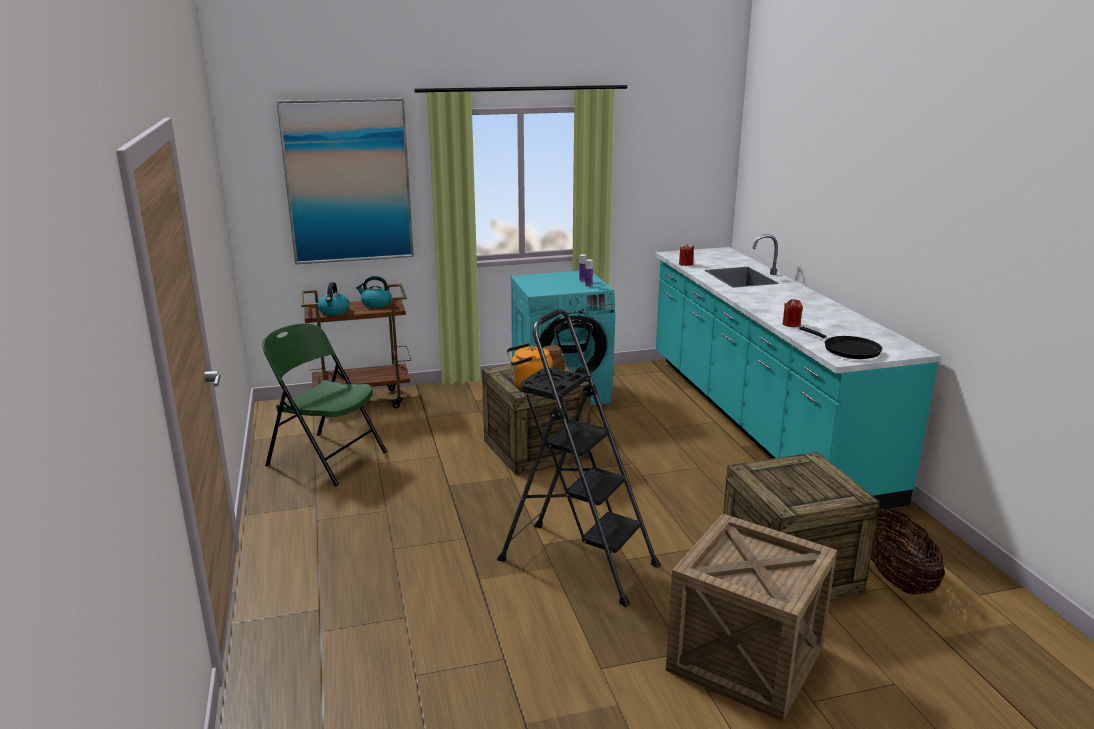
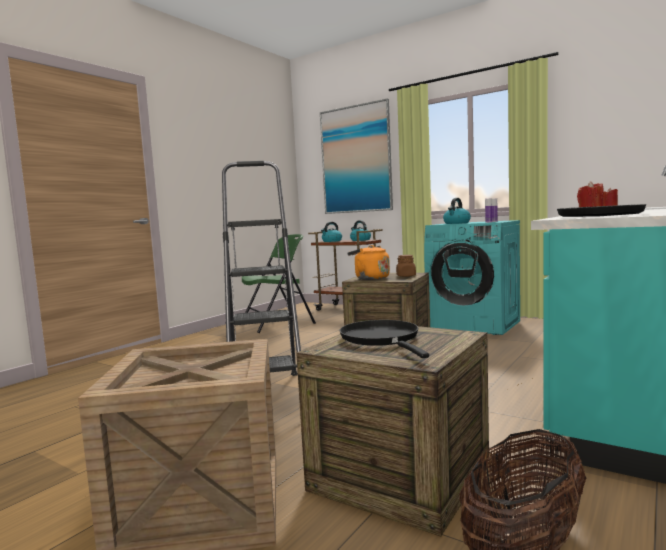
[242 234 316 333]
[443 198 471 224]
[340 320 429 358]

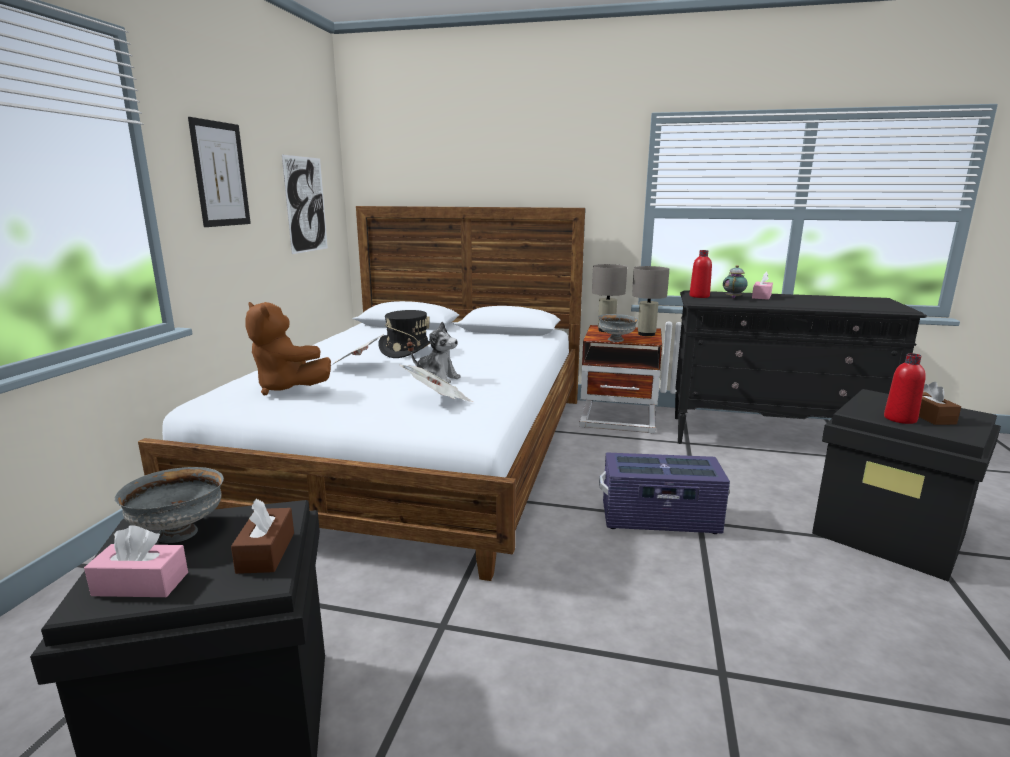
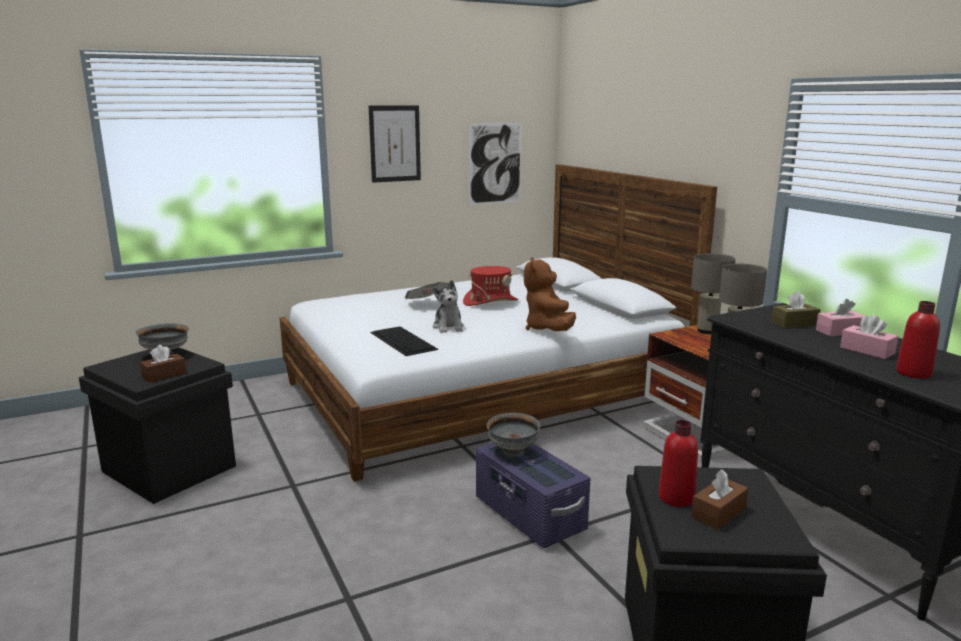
[896 301 940 379]
[771 291 821 328]
[524 257 576 331]
[463 266 518 306]
[487 413 540 457]
[370 327 438 356]
[840 314 899 359]

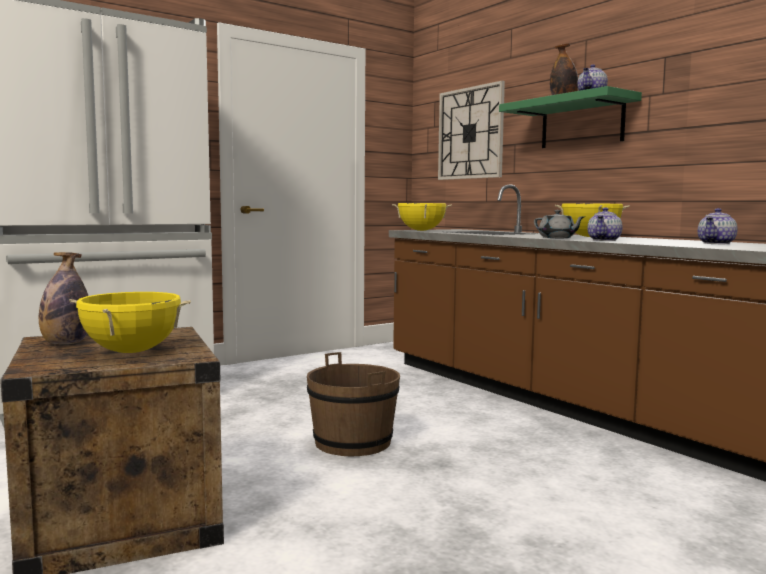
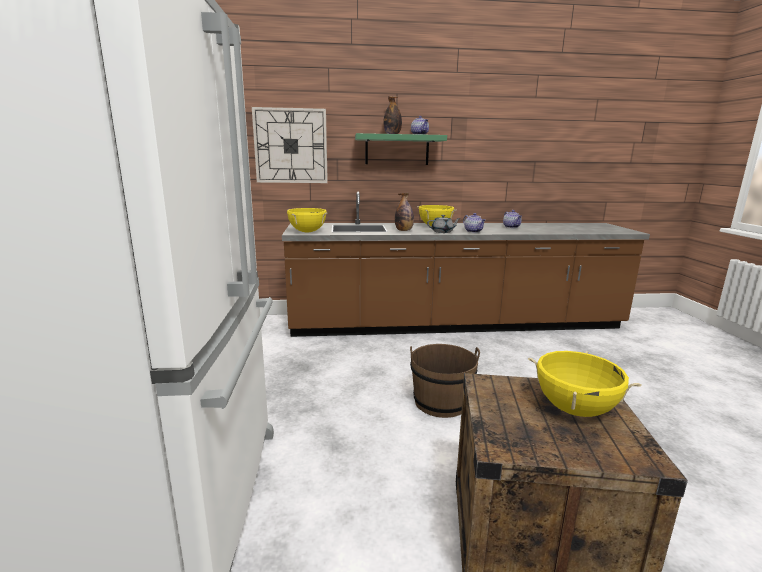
[395 193 414 231]

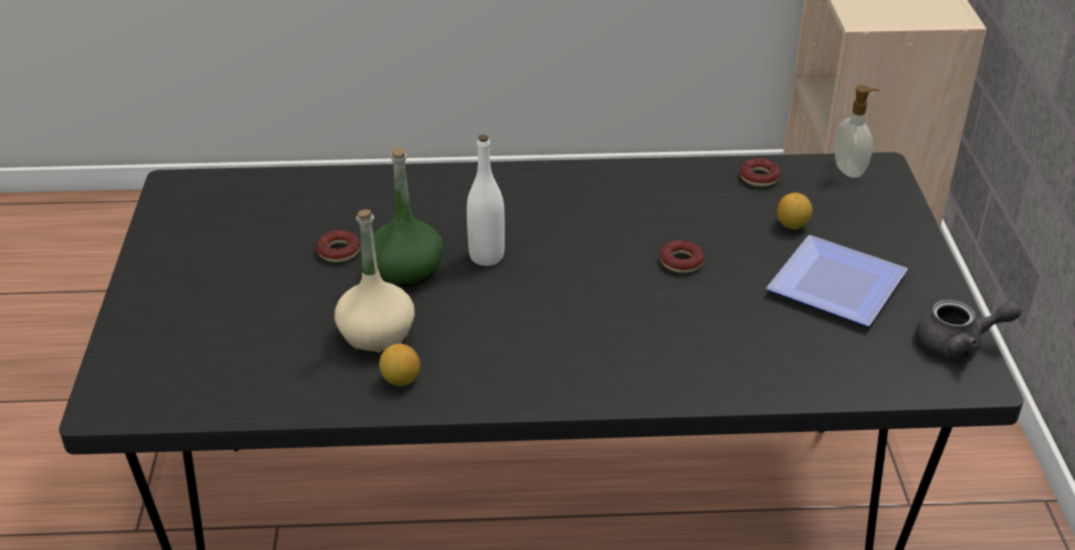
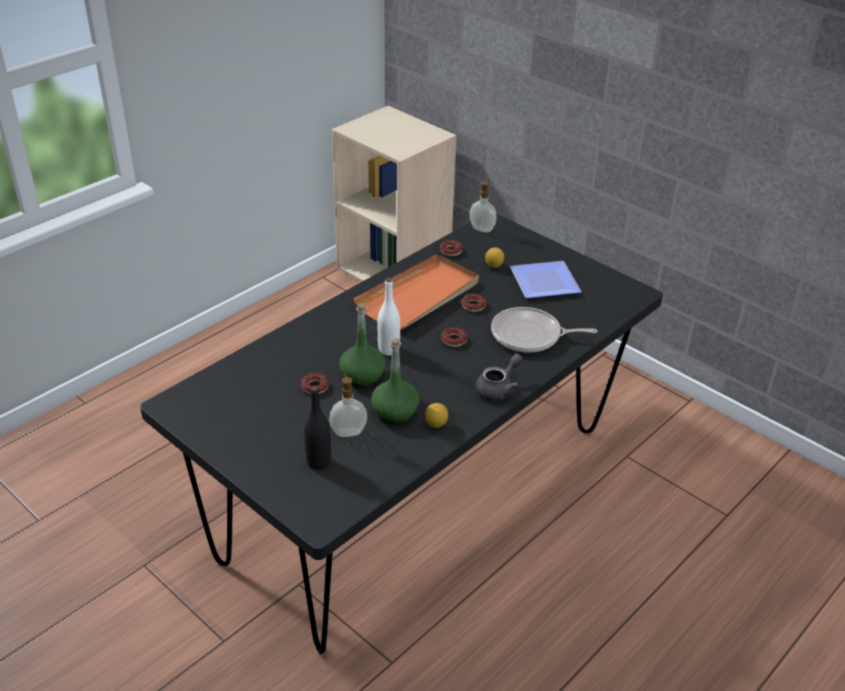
[371 338 420 424]
[475 354 523 401]
[353 254 479 330]
[491 307 597 353]
[441 327 468 347]
[329 374 367 437]
[304 386 331 470]

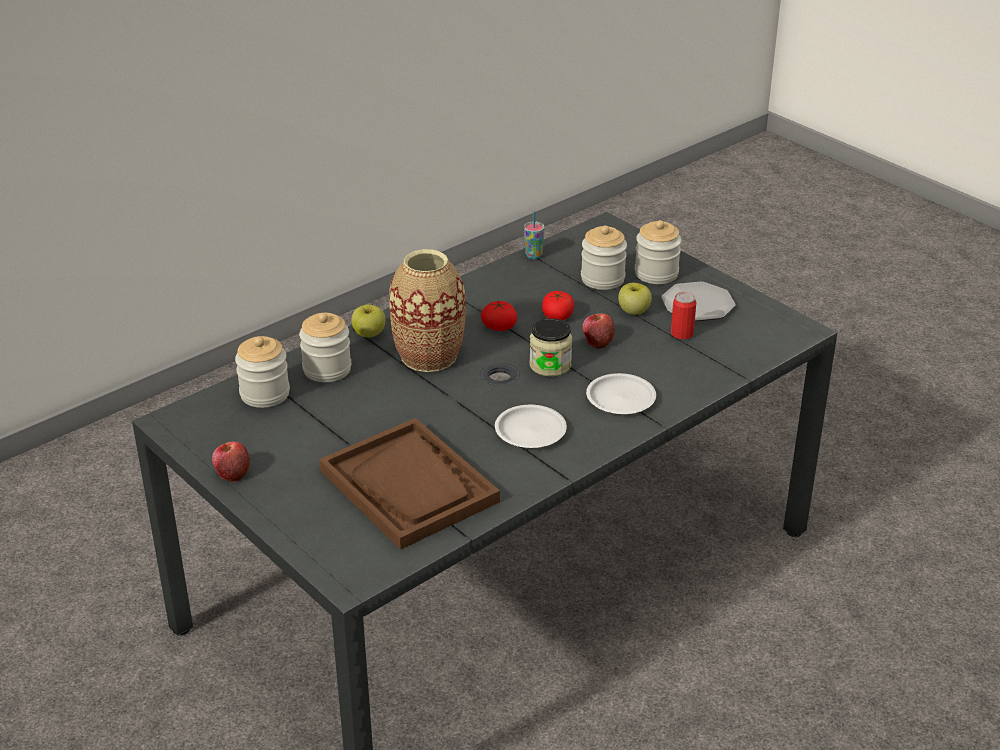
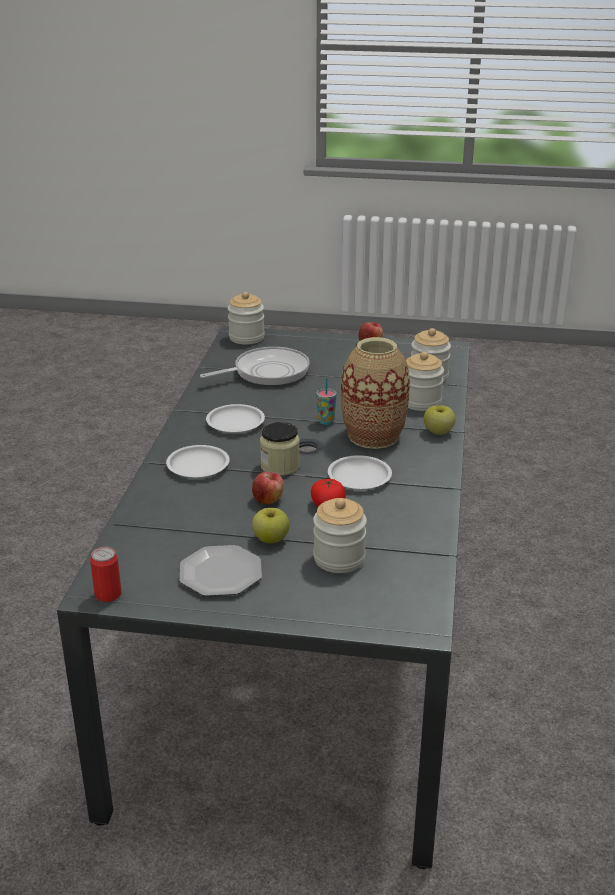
[316 378 337 425]
[228 292 265 344]
[90 547 122 602]
[328 455 392 490]
[200 347 310 386]

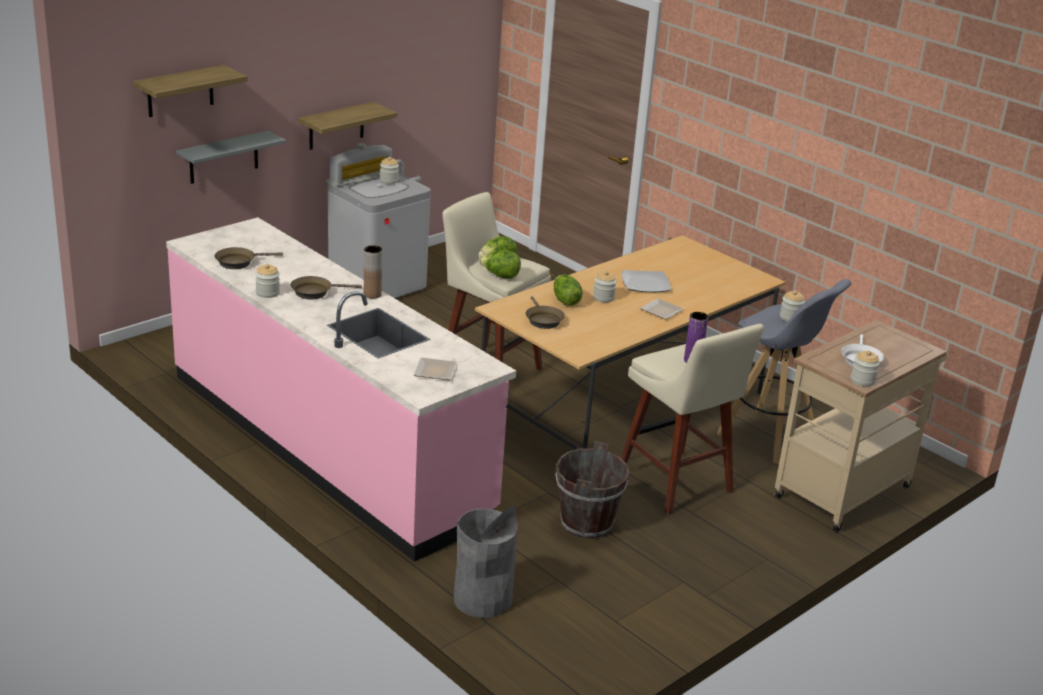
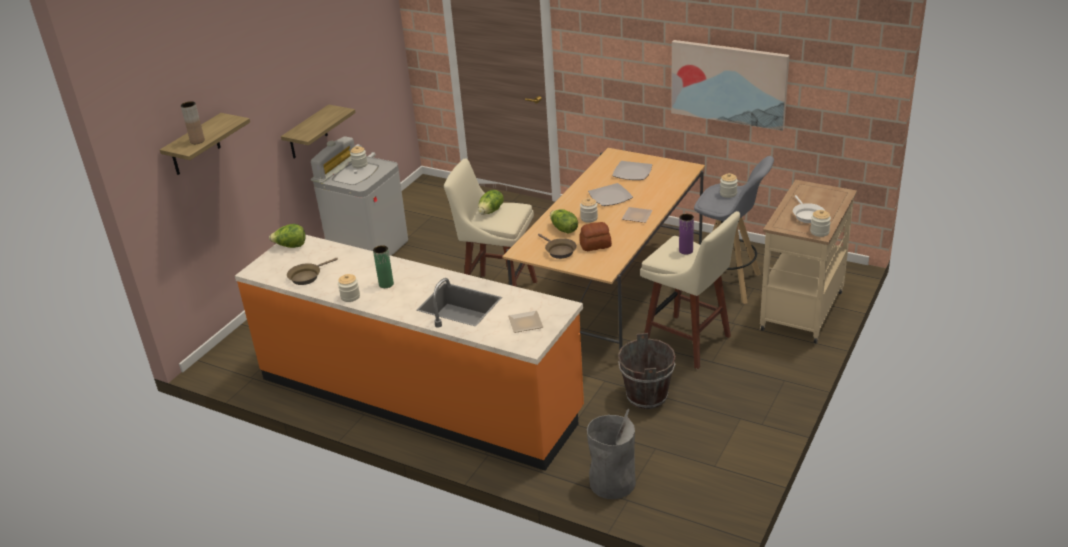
[176 131 286 184] (first image)
[235 235 584 471]
[181 101 205 144]
[269 224 305 248]
[373 245 394 288]
[671 40 789 131]
[612 161 652 180]
[579 222 612 251]

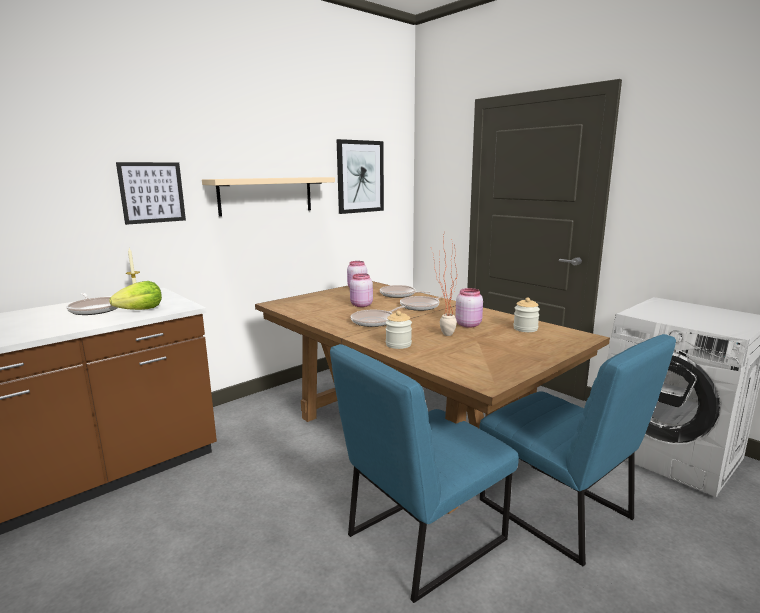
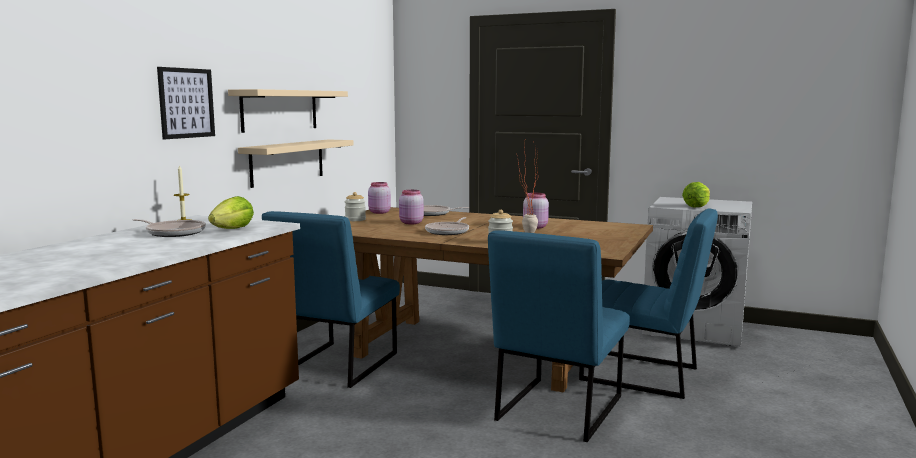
[337 139 384 214] (first image)
[400 294 451 311] (first image)
[345 192 366 221]
[238 140 353 188]
[682 182 710 207]
[262 211 400 388]

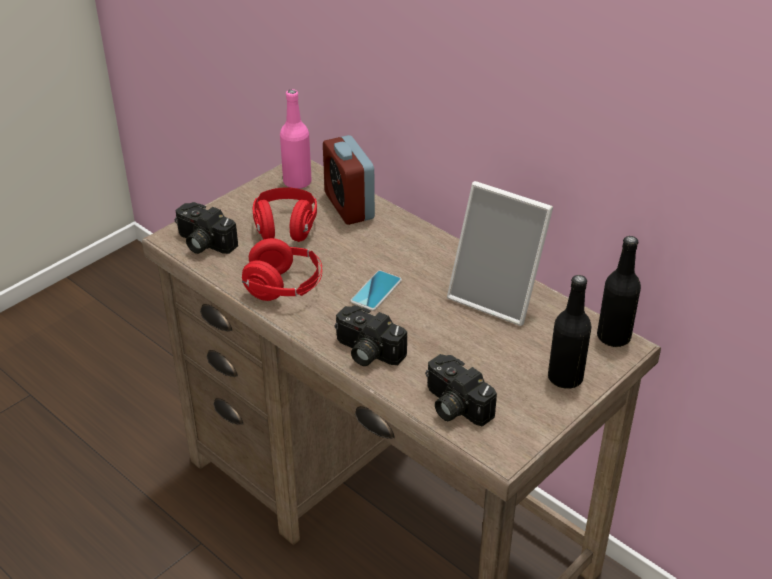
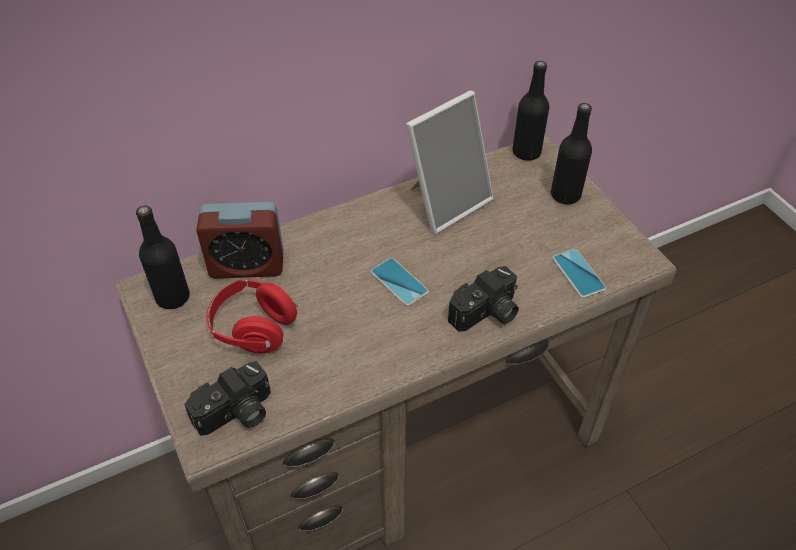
[136 206 190 309]
[242 238 322 301] (first image)
[552 249 606 298]

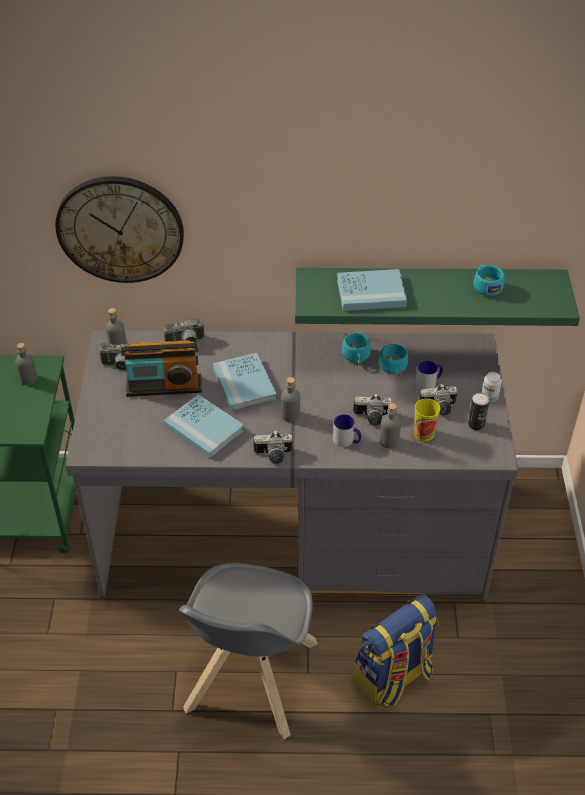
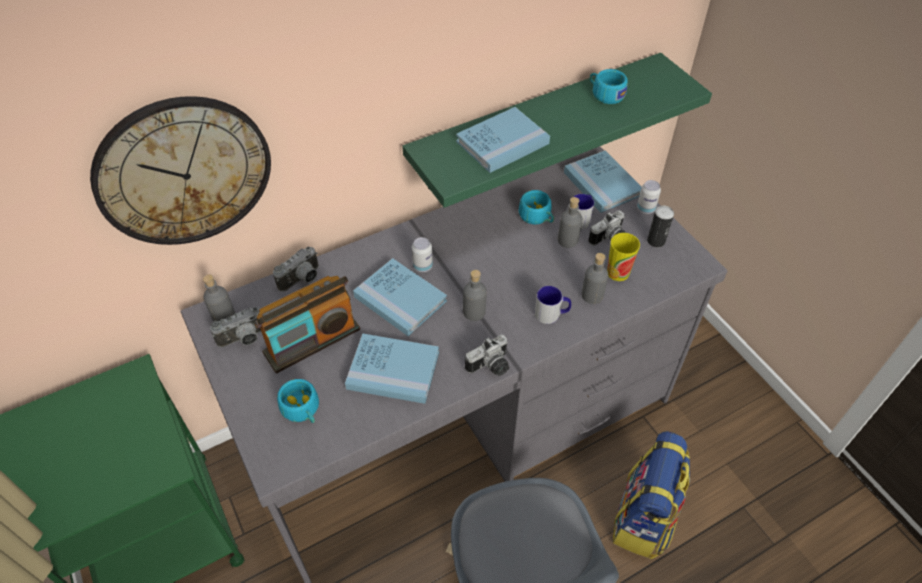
[277 379 319 423]
[558 197 582 248]
[353 393 392 426] (first image)
[564 150 642 213]
[412 237 433 272]

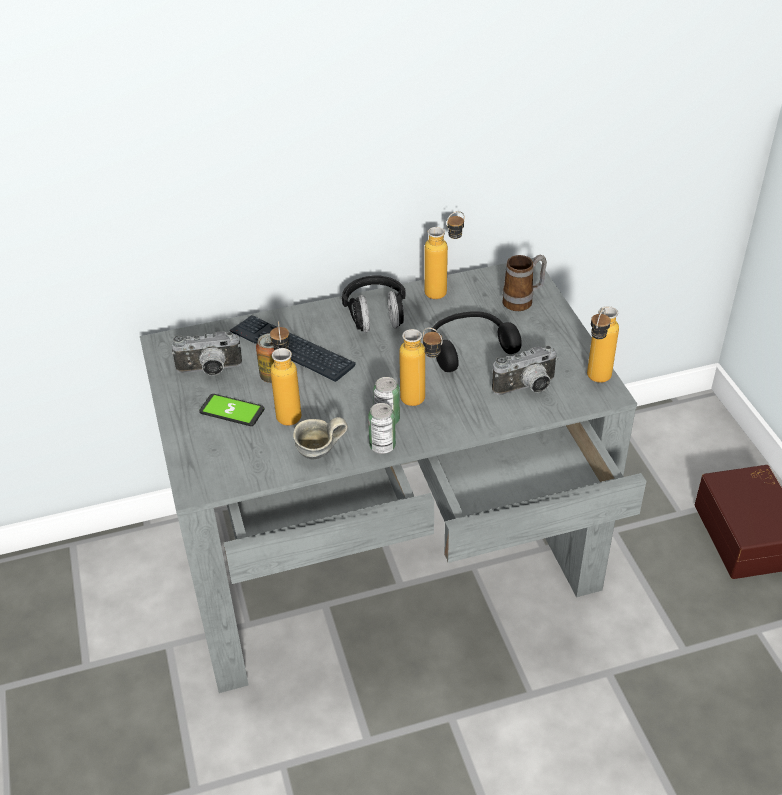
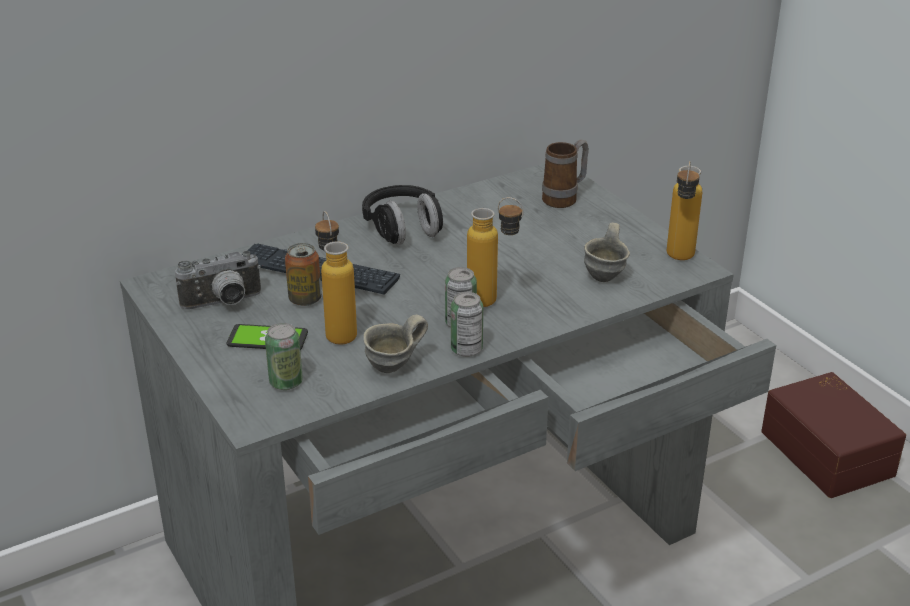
[424 211 465 299] (first image)
[431 311 522 372] (first image)
[584 223 630 282]
[265 323 303 390]

